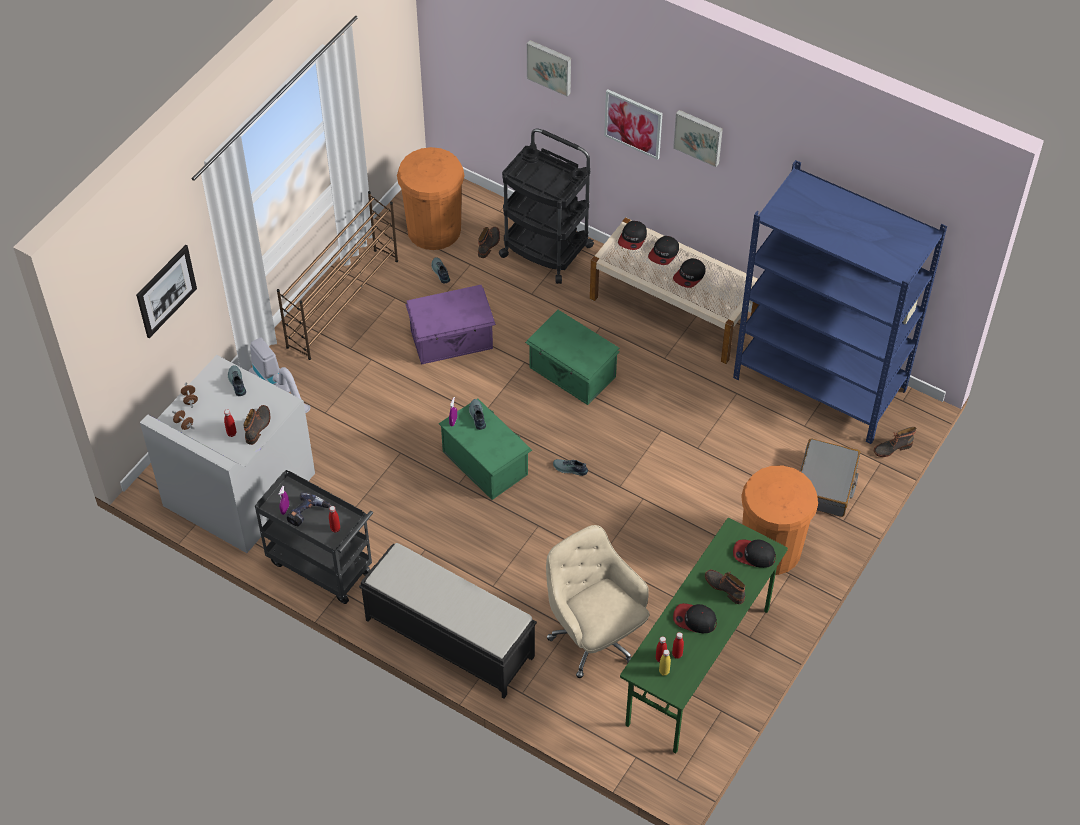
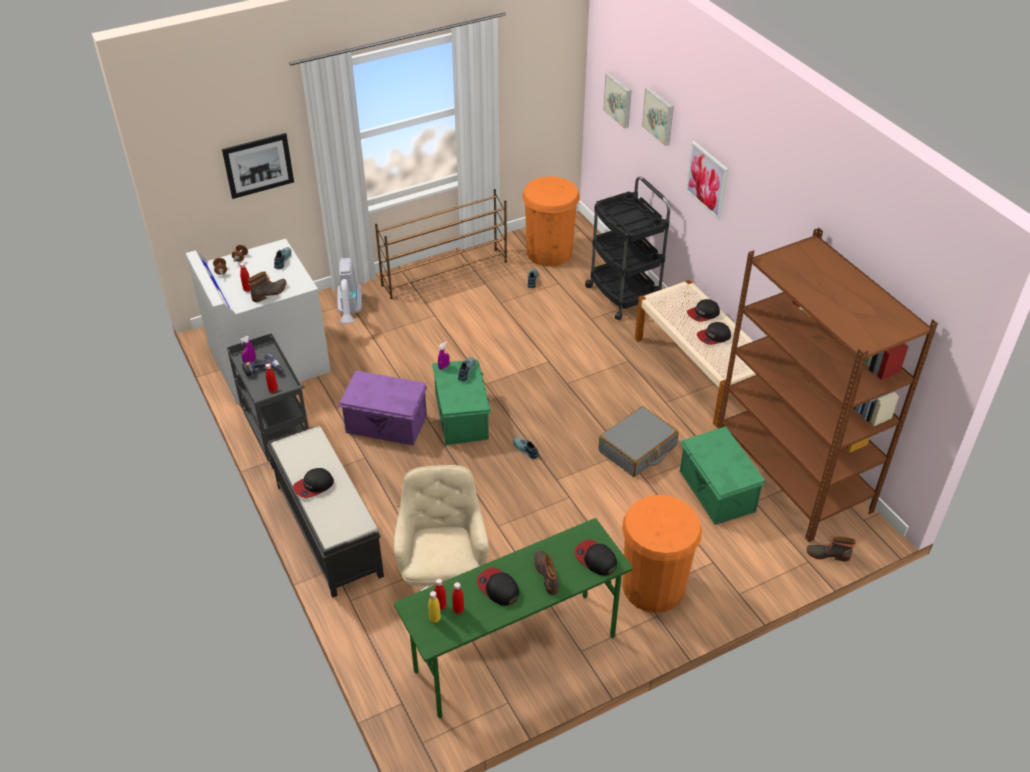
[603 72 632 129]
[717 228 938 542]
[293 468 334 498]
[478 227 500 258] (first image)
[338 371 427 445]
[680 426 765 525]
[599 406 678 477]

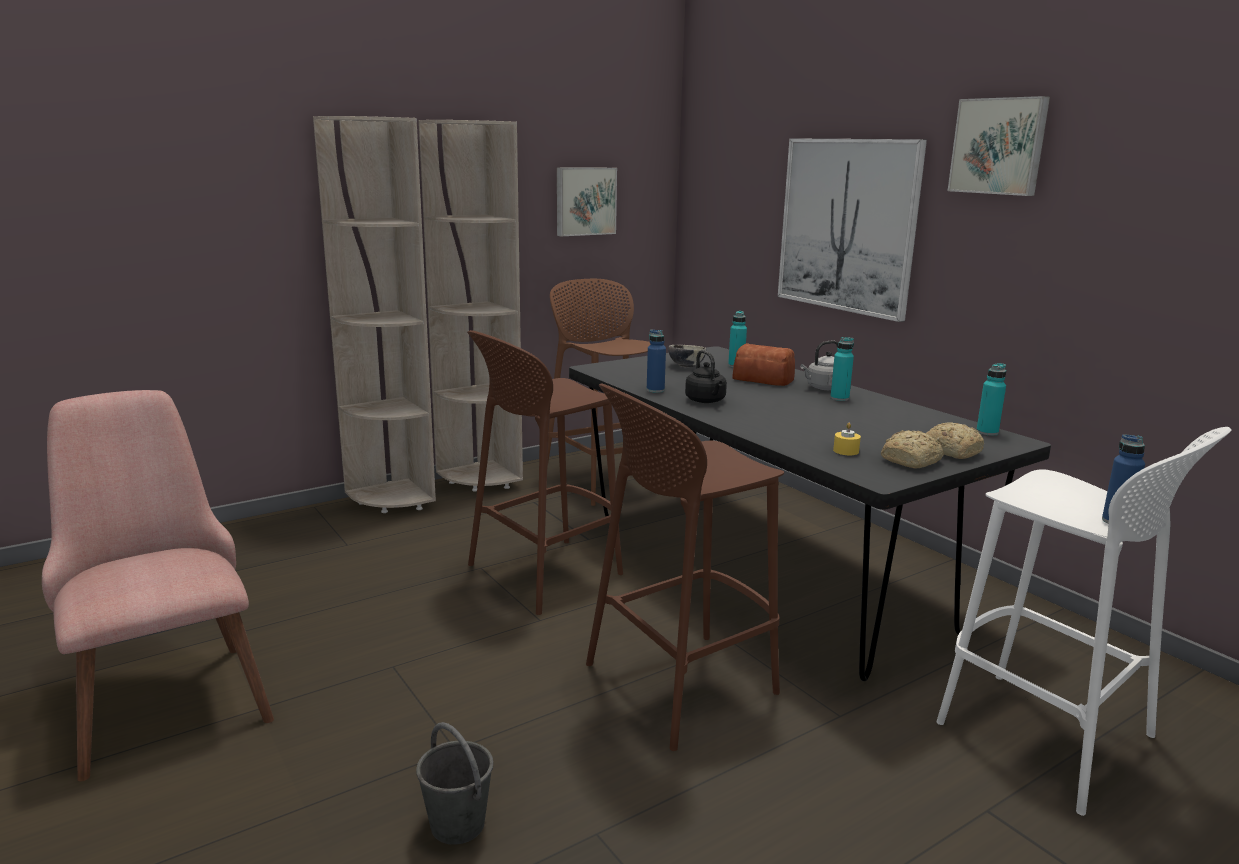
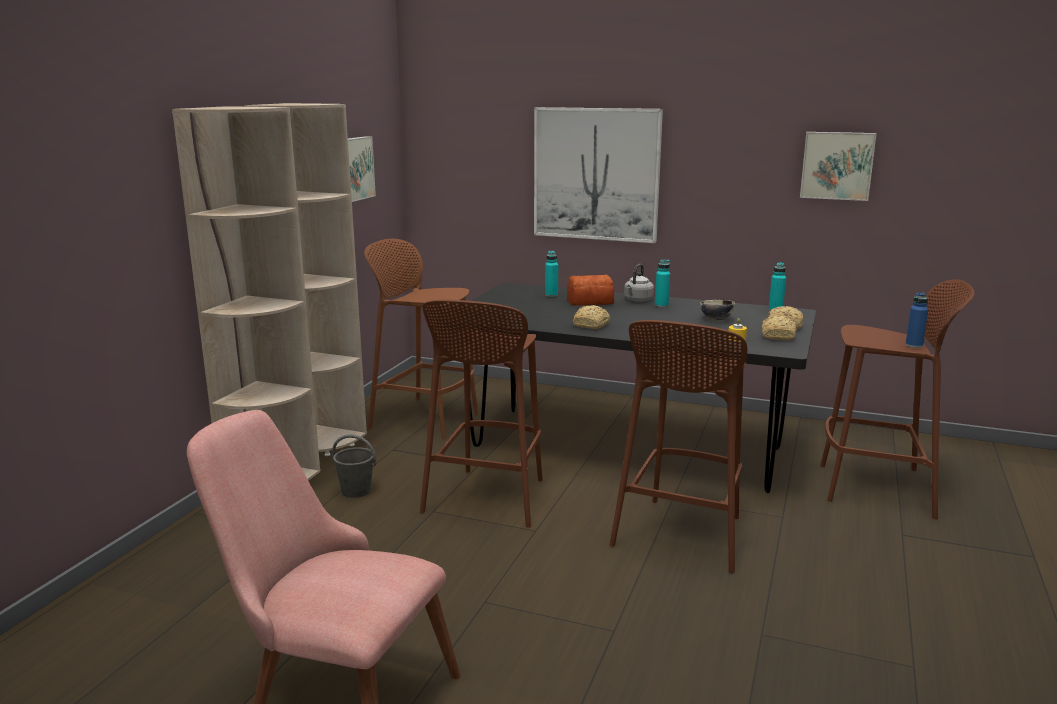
[800 132 877 201]
[647 330 666 393] (first image)
[700 300 735 320]
[573 305 610 329]
[820 279 975 519]
[332 434 376 498]

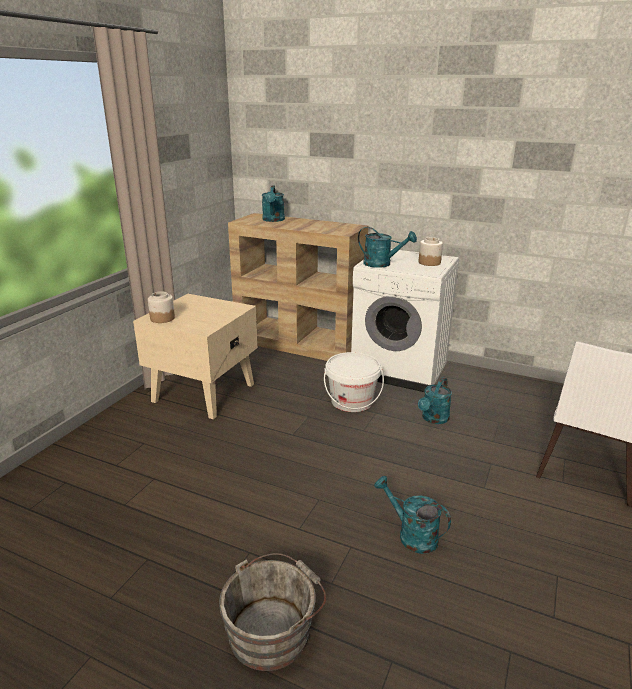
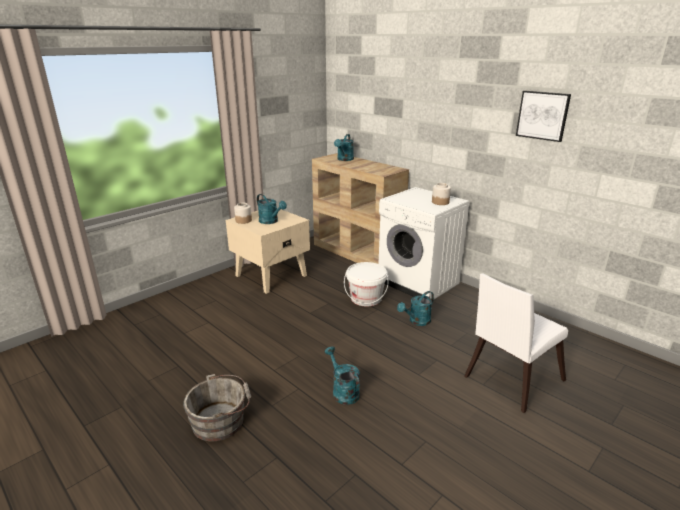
[257 194 287 224]
[516 91 571 142]

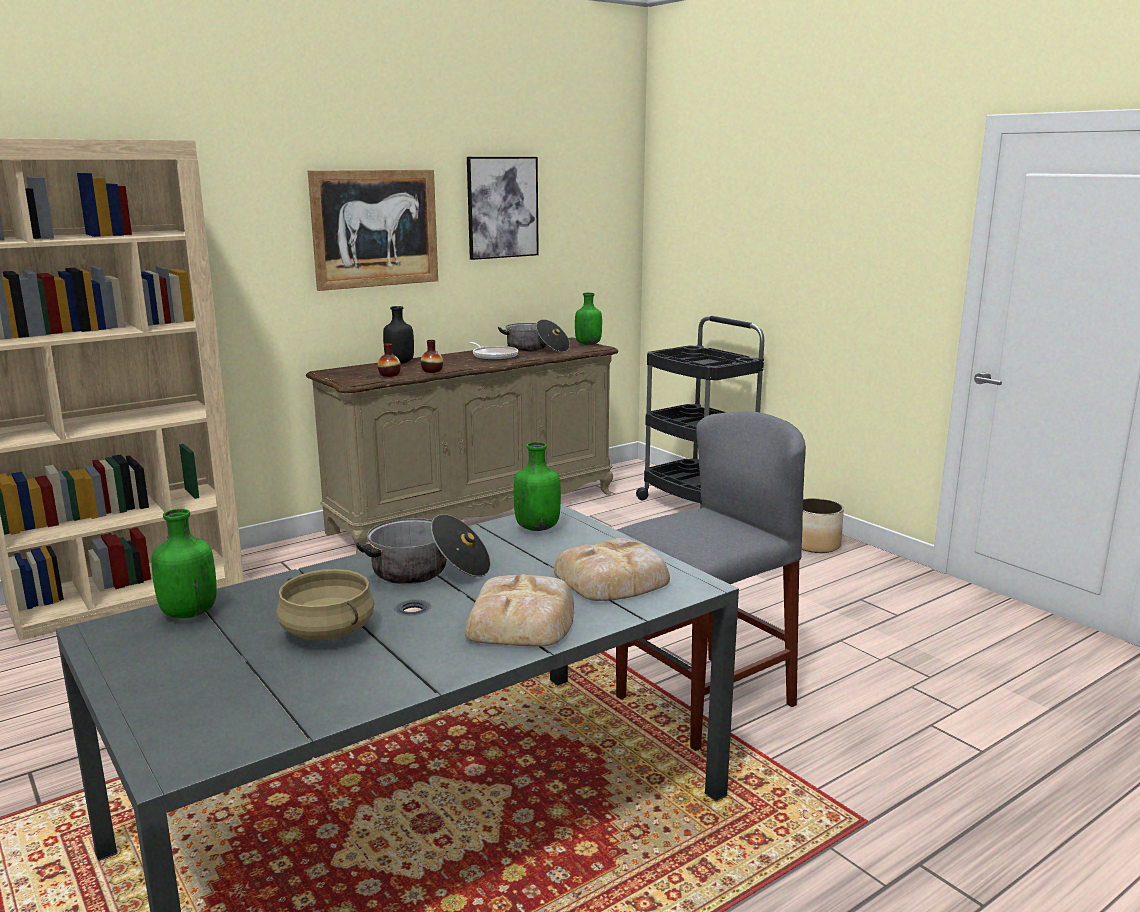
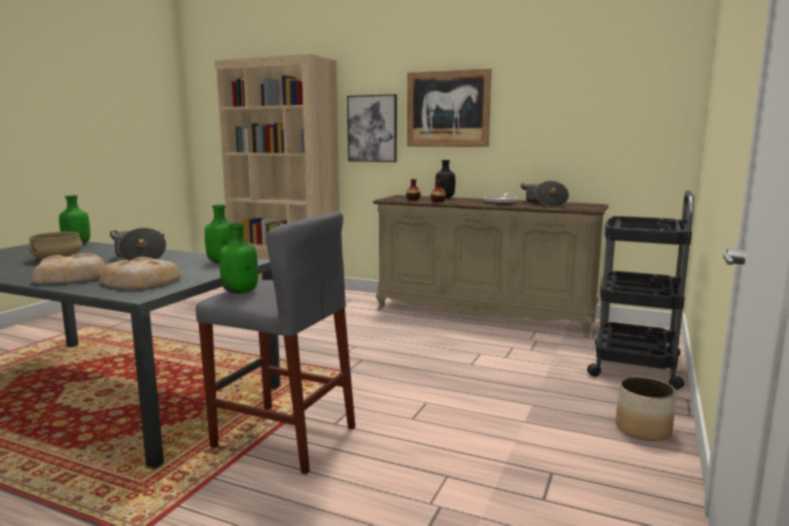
[347 94 397 162]
[219 223 258 294]

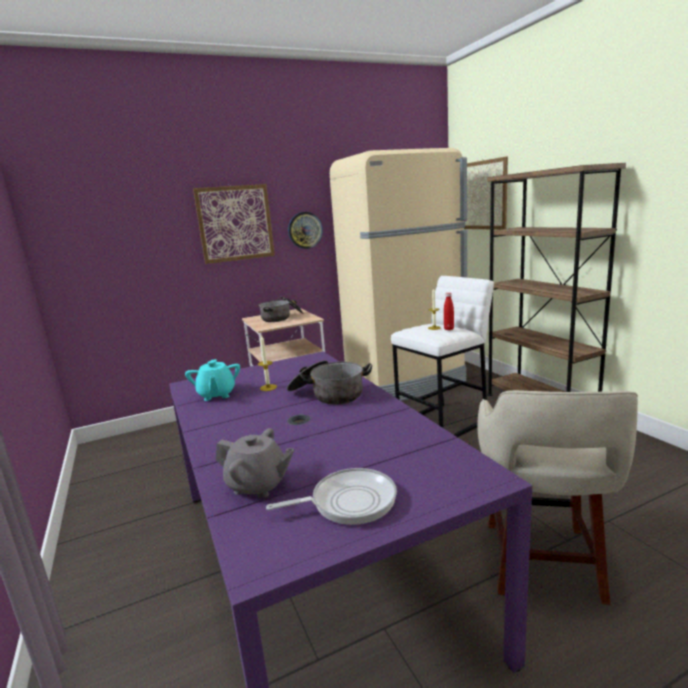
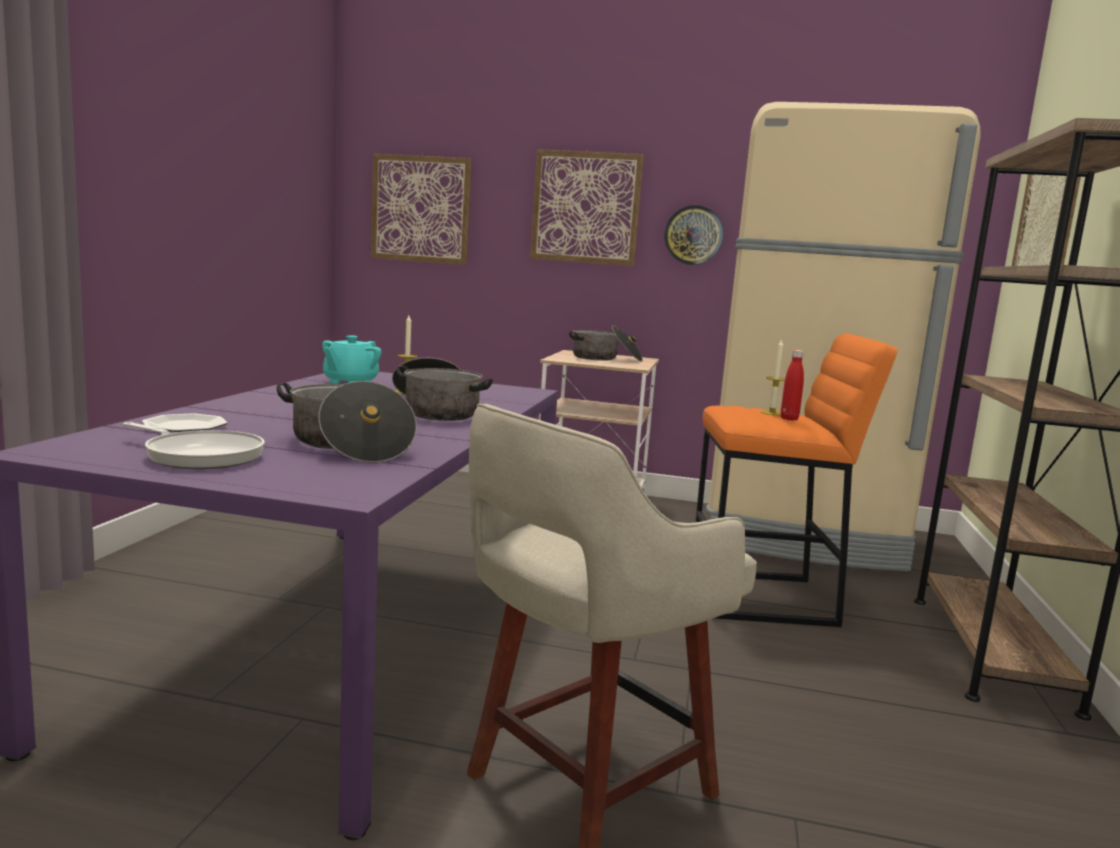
[695 333 897 627]
[142 413 228 432]
[371 153 472 265]
[277 381 417 463]

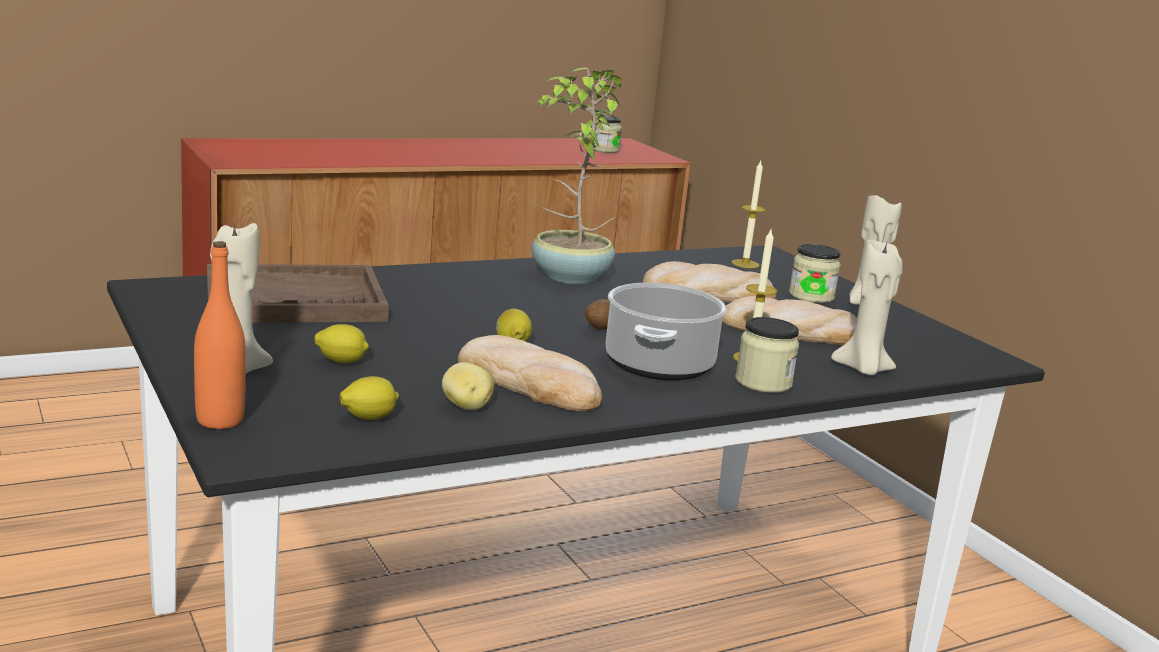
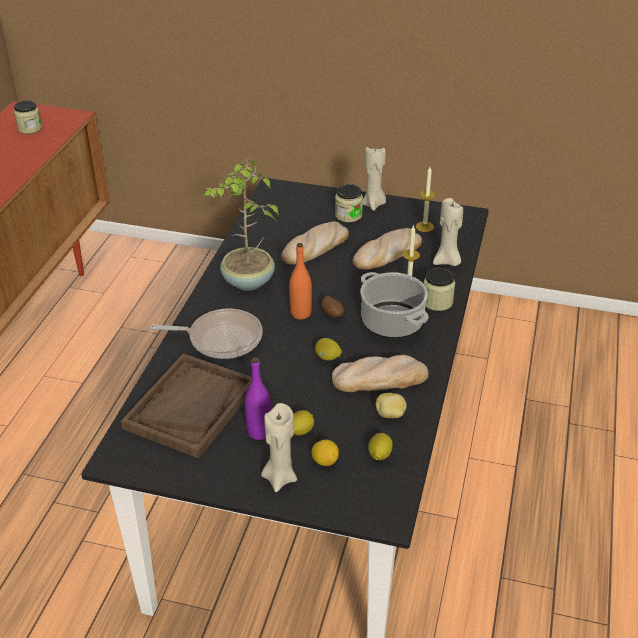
[416 167 436 232]
[289 243 312 320]
[150 309 263 359]
[245 357 271 440]
[311 440 339 466]

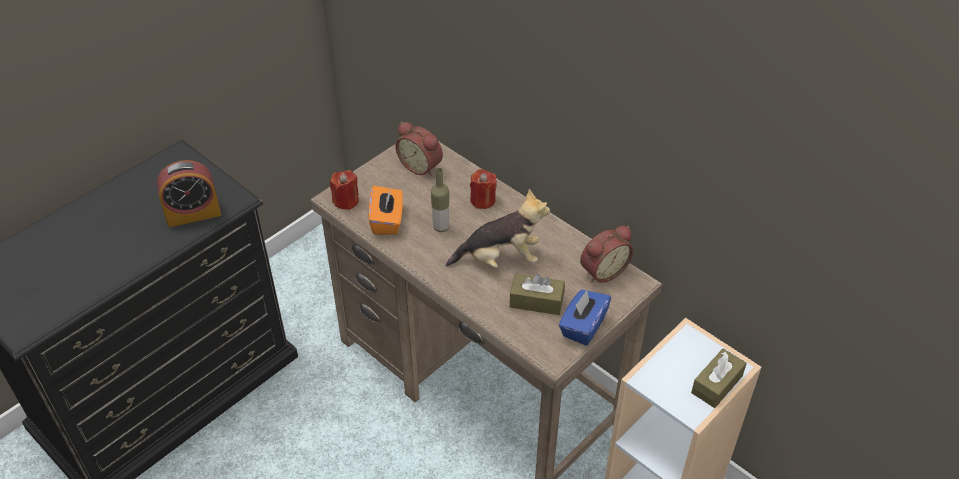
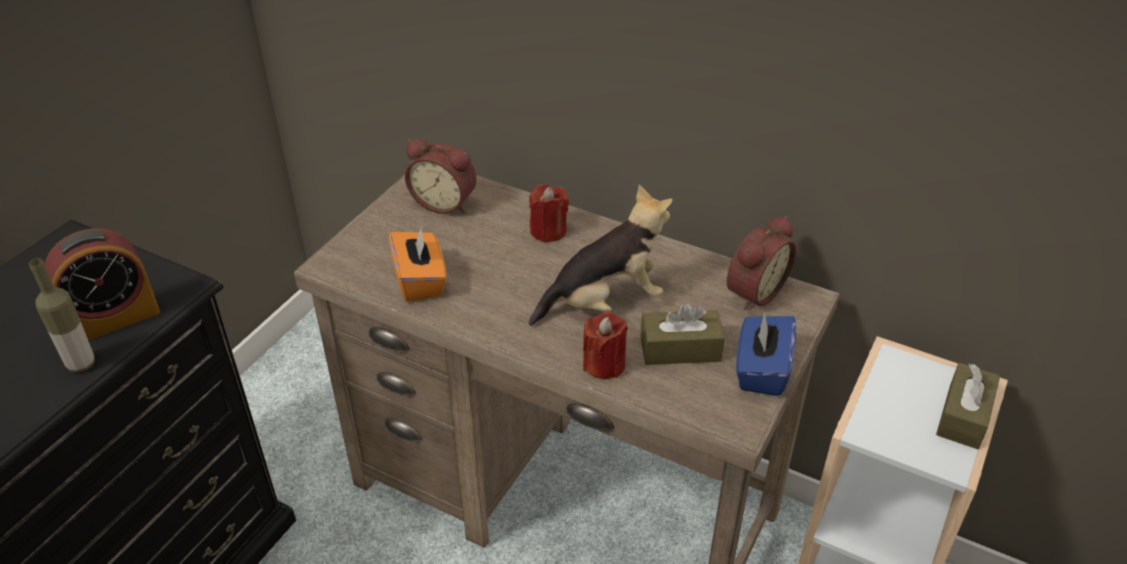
[29 258 95 373]
[583 311 628 379]

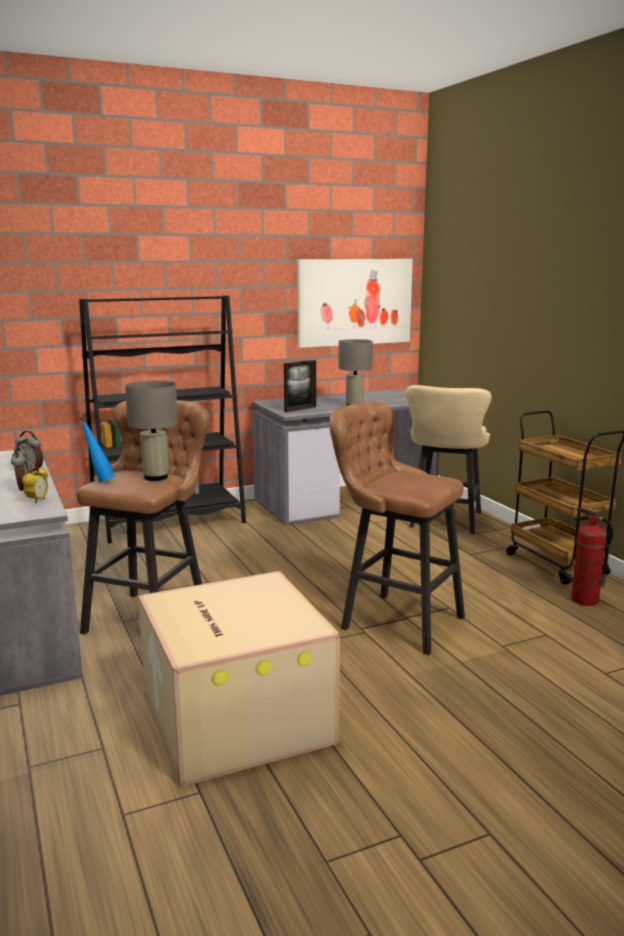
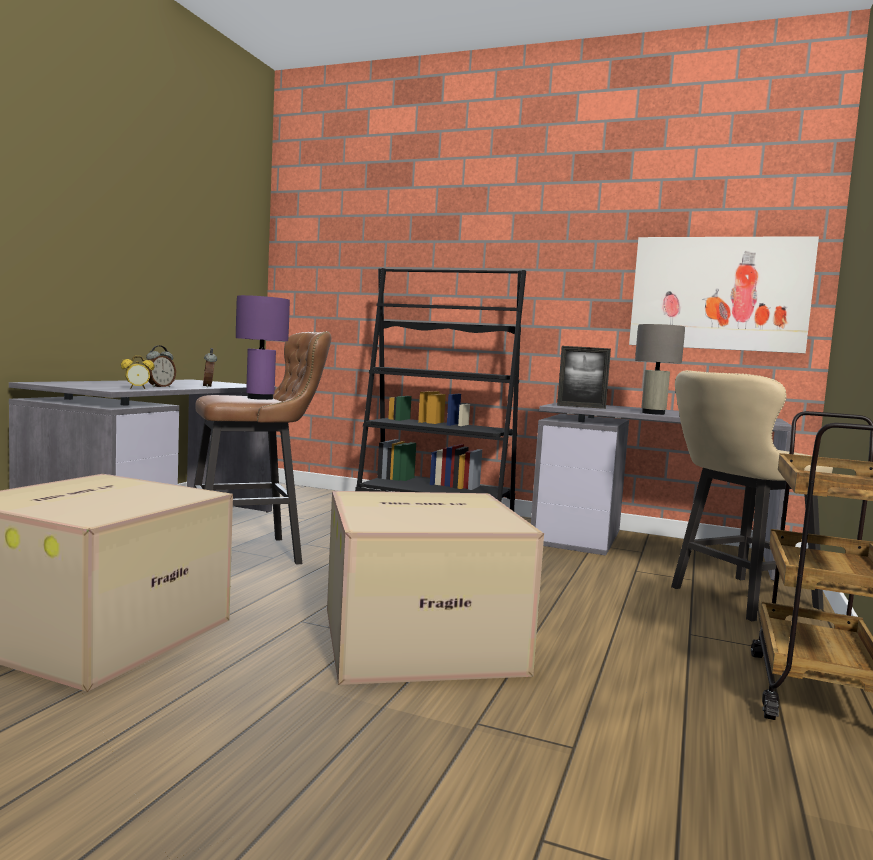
[236 295 290 400]
[327 491 544 685]
[80 417 115 482] (first image)
[571 507 613 606] (first image)

